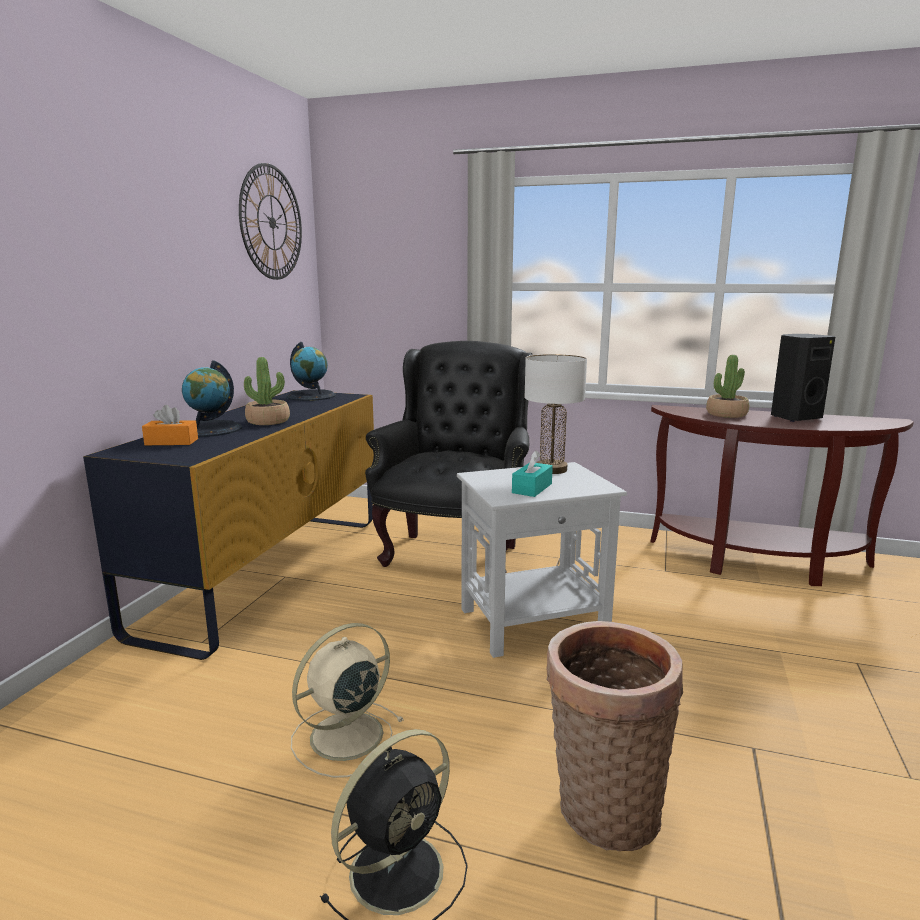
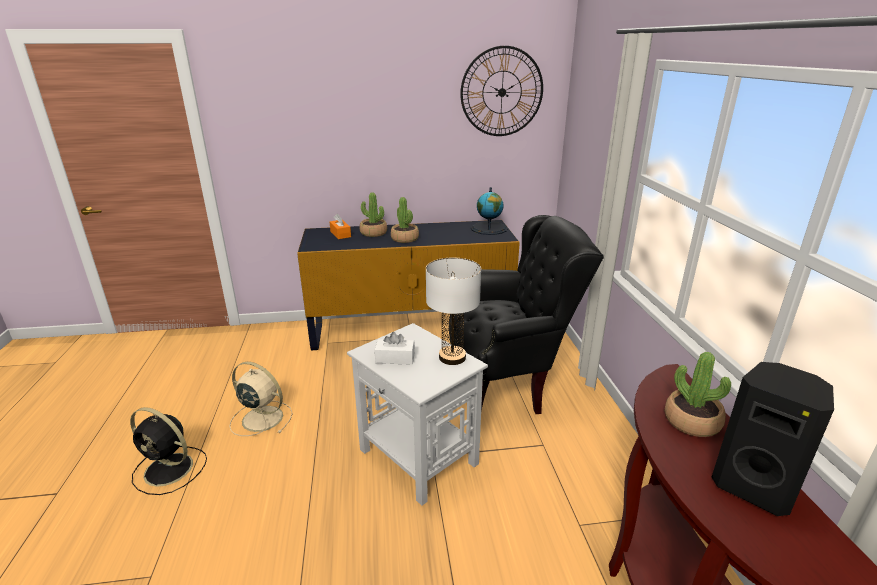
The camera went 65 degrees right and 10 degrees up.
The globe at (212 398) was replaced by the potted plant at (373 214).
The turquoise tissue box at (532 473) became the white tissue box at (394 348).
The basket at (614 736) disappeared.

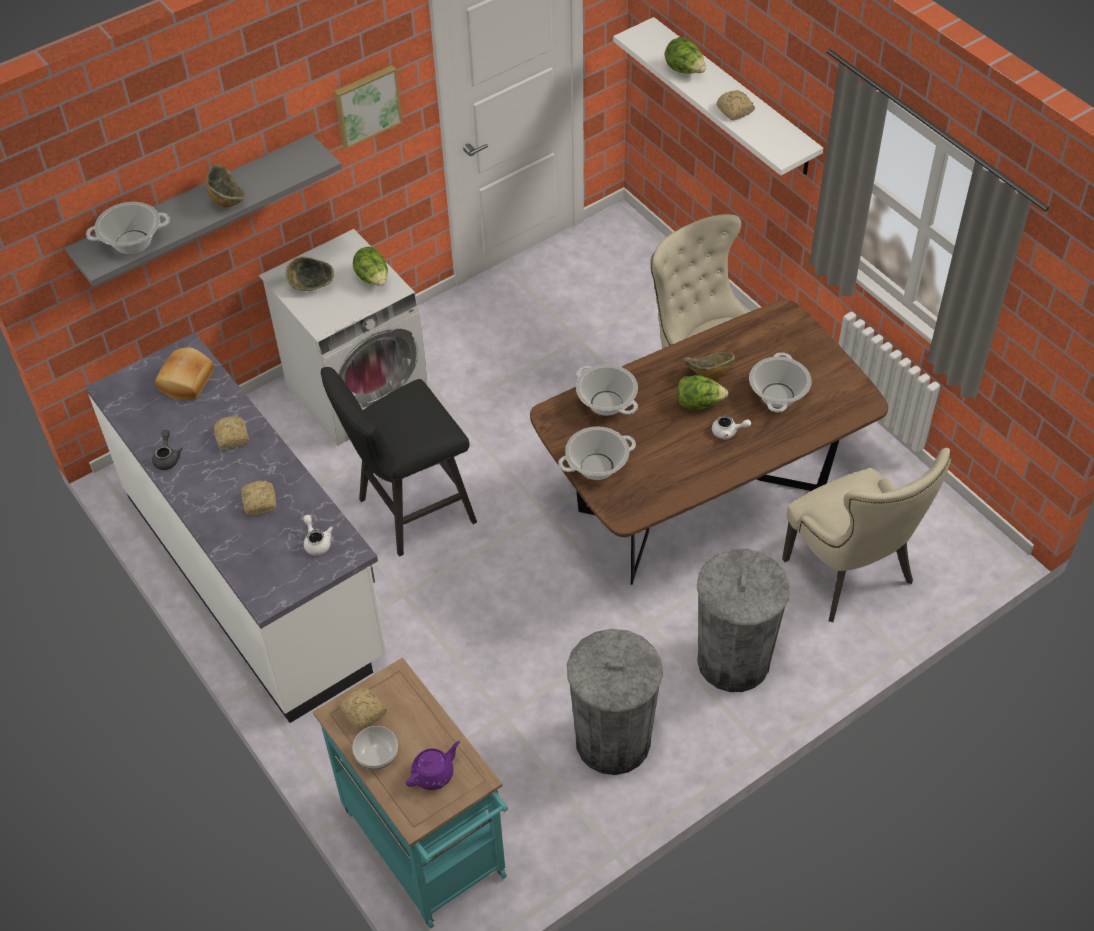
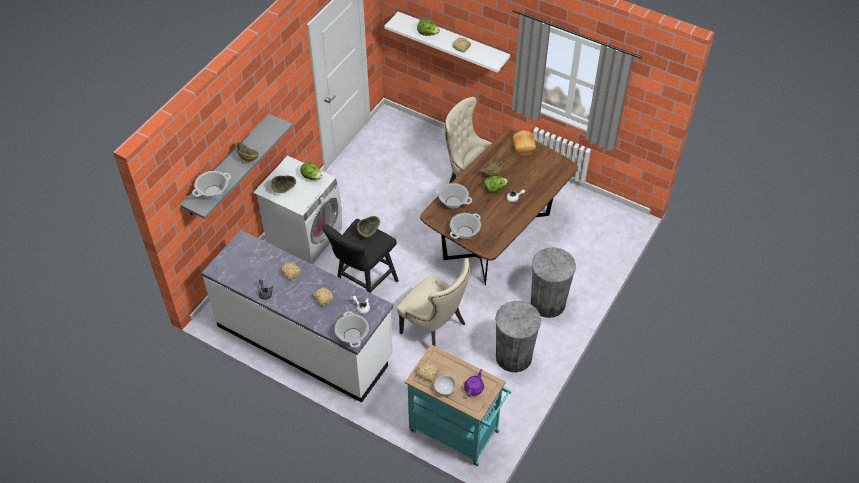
The camera went 25 degrees left and 0 degrees up.
The picture at (368 107) disappeared.
The bread moved from (184 374) to (524 143).
The cooking pot moved from (780 382) to (352 329).
The beige chair moved from (866 535) to (433 302).
The bowl at (368 226) appeared.

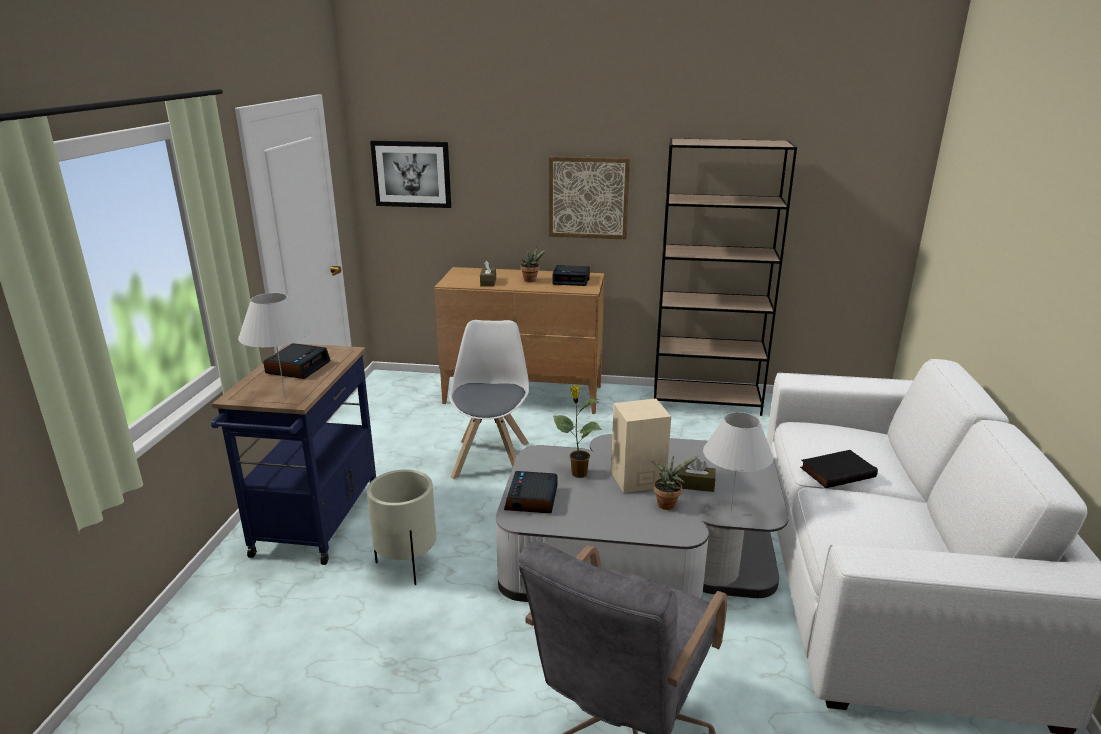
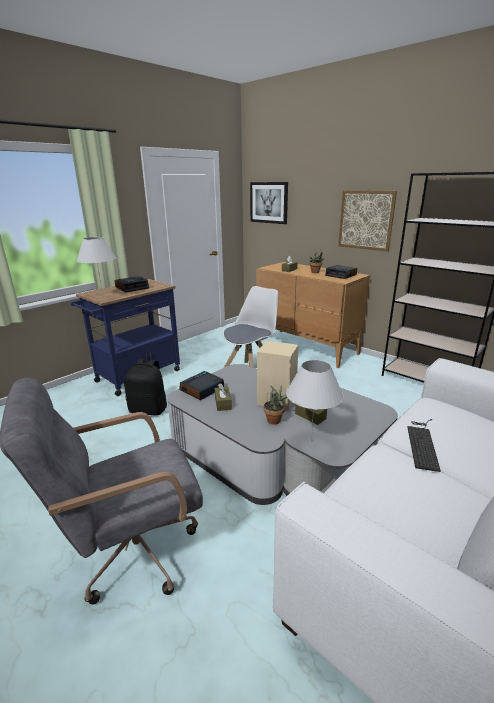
The camera went 35 degrees right and 0 degrees up.
The potted plant at (577 431) disappeared.
The black book at (839 469) was replaced by the keyboard at (424 445).
The beige planter at (402 527) was replaced by the black backpack at (145 387).
The brown tissue box at (223 397) appeared.

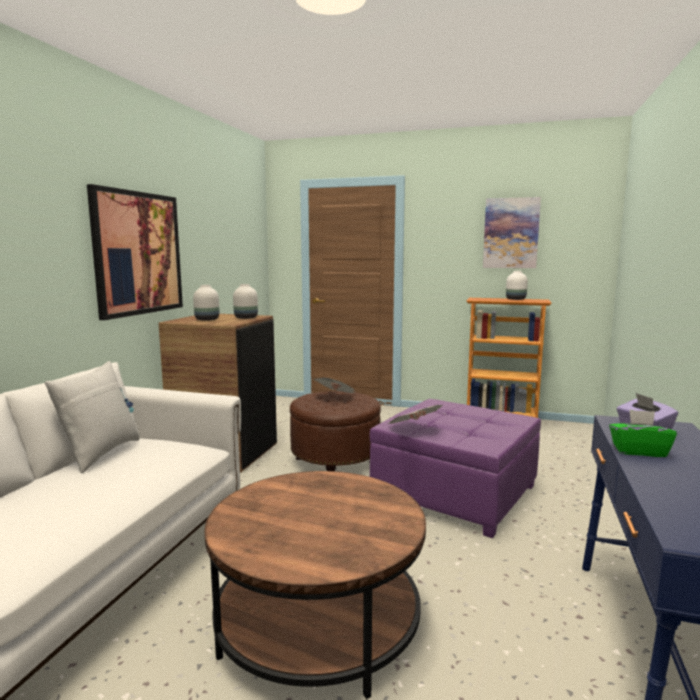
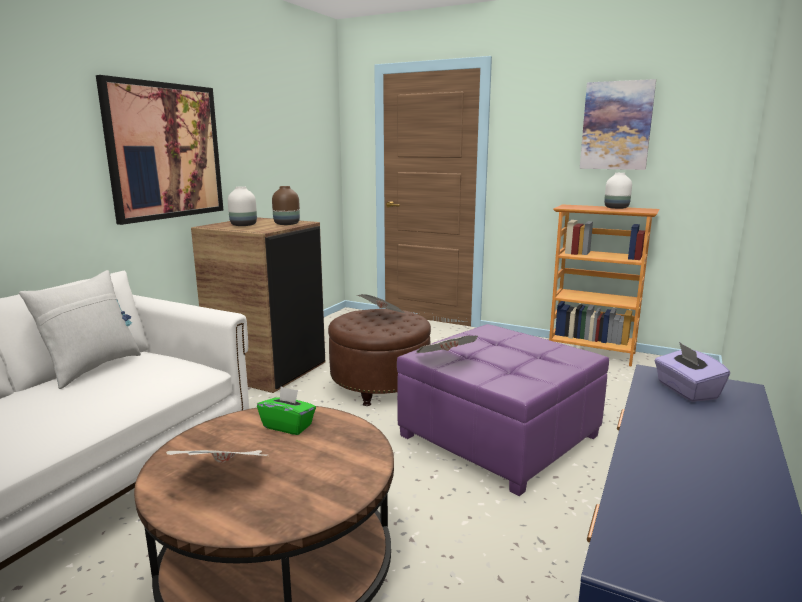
The camera went 10 degrees right and 5 degrees up.
The white vase at (245 301) became the brown vase at (286 205).
The green tissue box moved from (643 433) to (286 410).
The newspaper at (216 456) appeared.

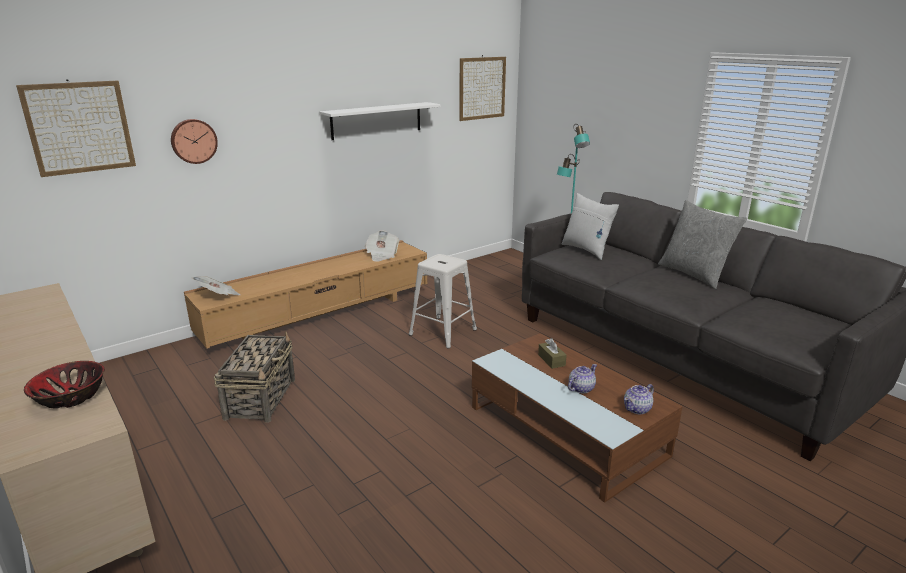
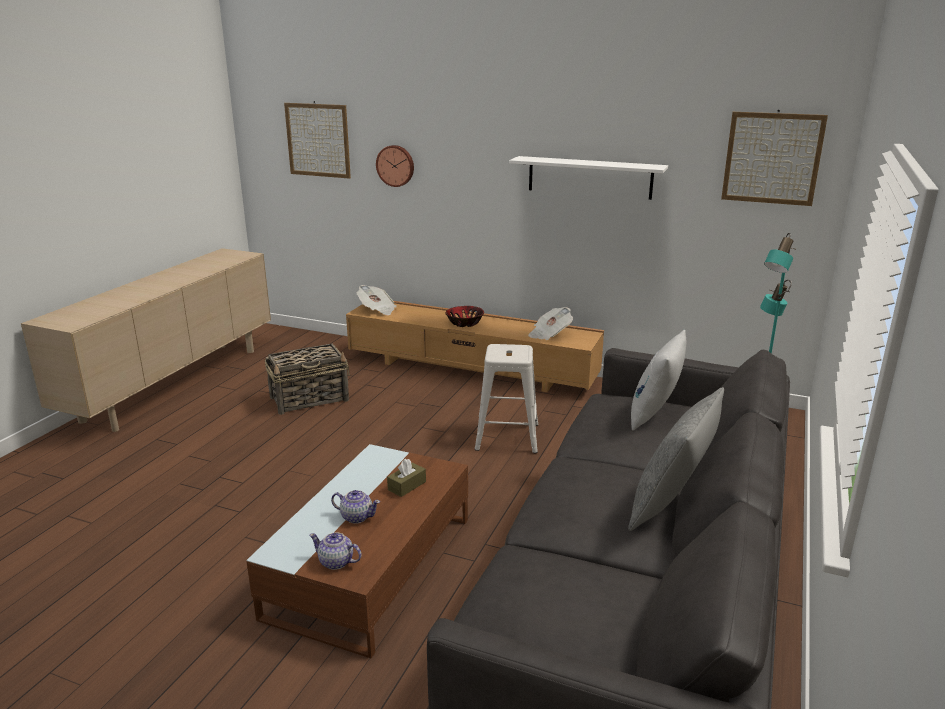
The camera went 60 degrees right and 0 degrees up.
The bowl moved from (64 385) to (464 316).

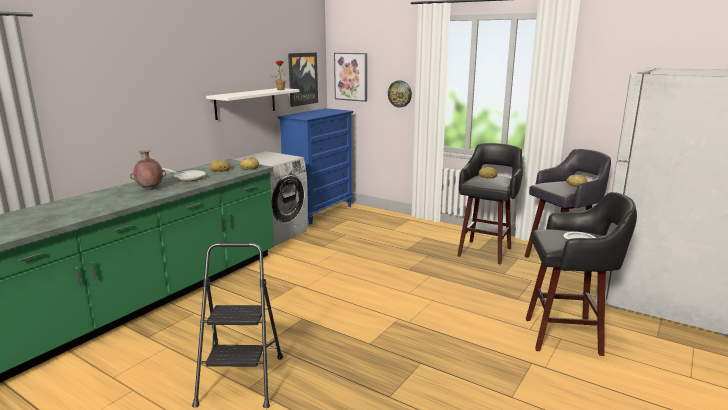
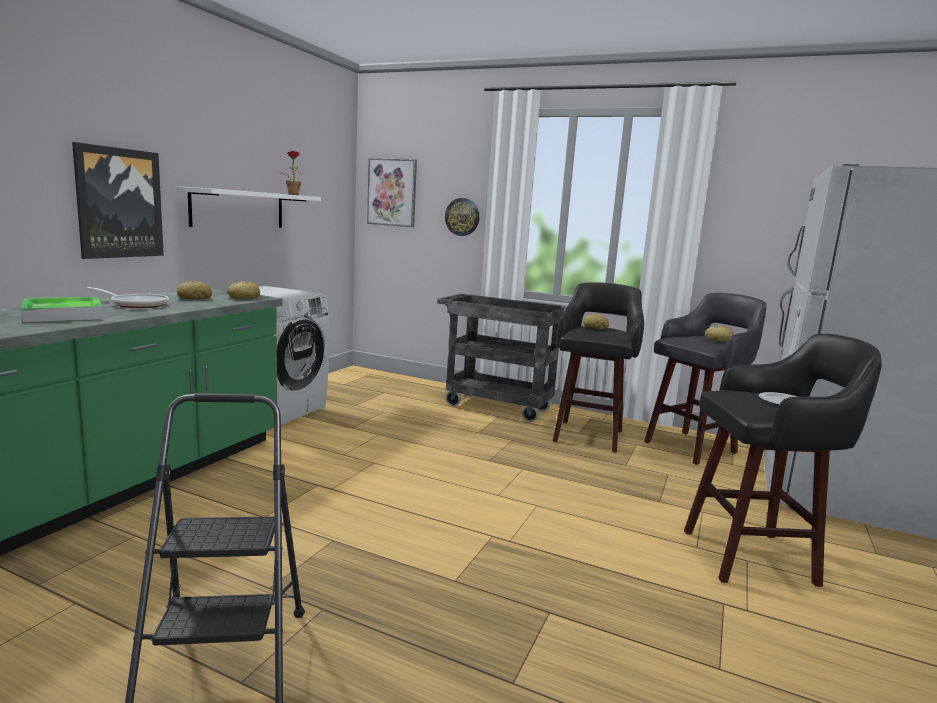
The camera went 10 degrees left and 5 degrees down.
The picture moved from (303 80) to (118 200).
The blue dresser at (315 166) disappeared.
The brown vase at (148 170) was replaced by the tray at (62 309).
The black cart at (501 358) appeared.

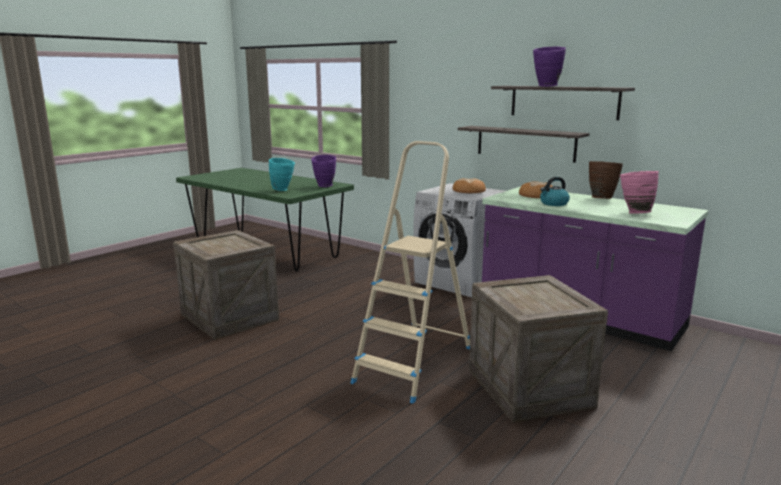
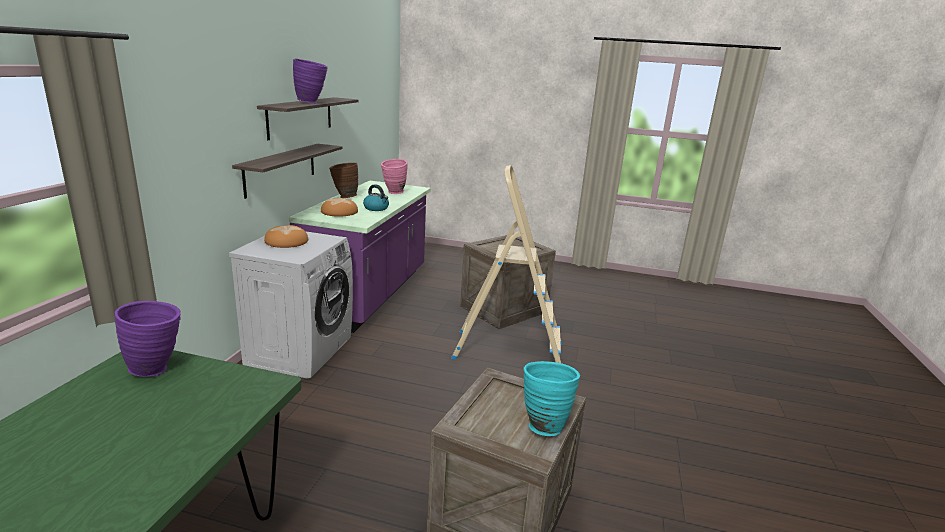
The camera went 115 degrees left and 5 degrees up.
The turquoise vase moved from (282 174) to (551 398).

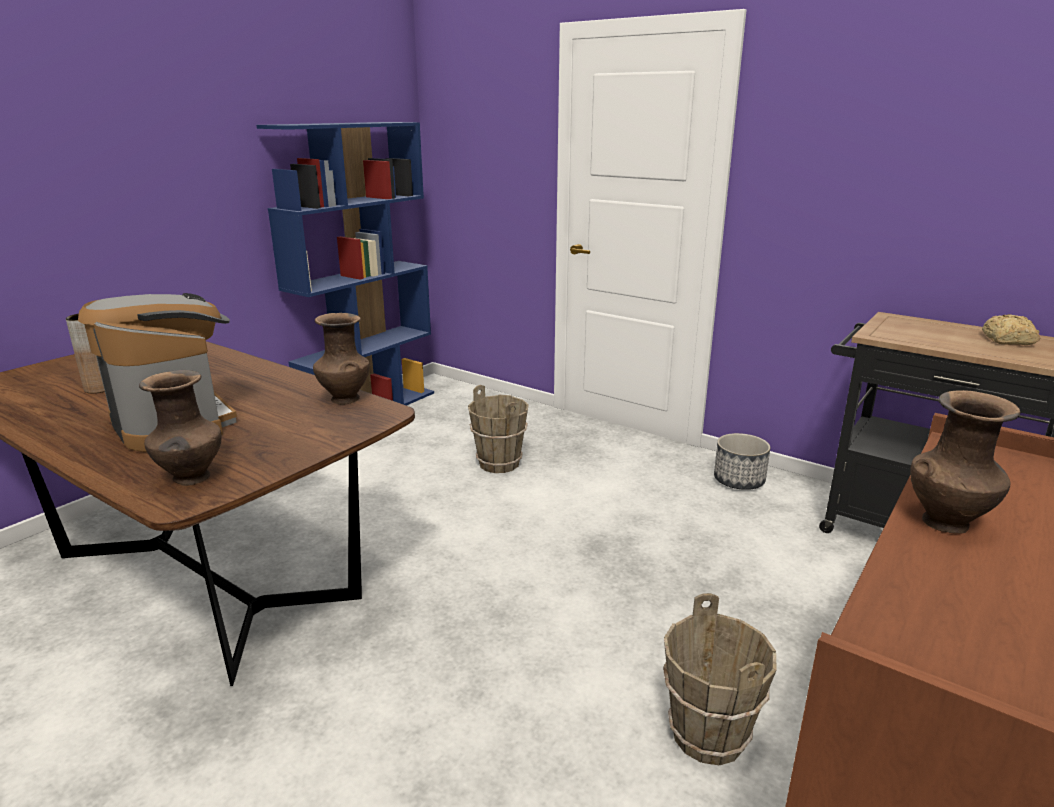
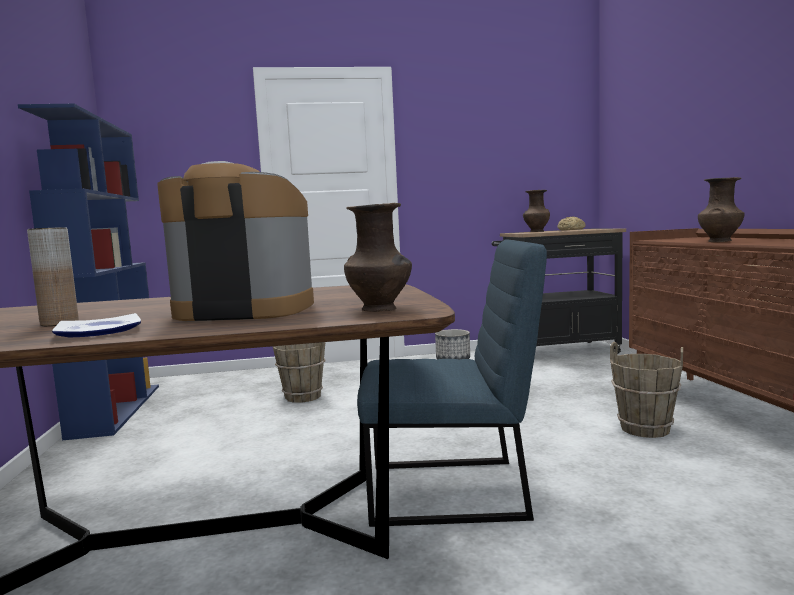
The camera went 45 degrees left and 15 degrees down.
The brown vase moved from (341 358) to (536 211).
The blue chair at (452 383) appeared.
The plate at (96 325) appeared.

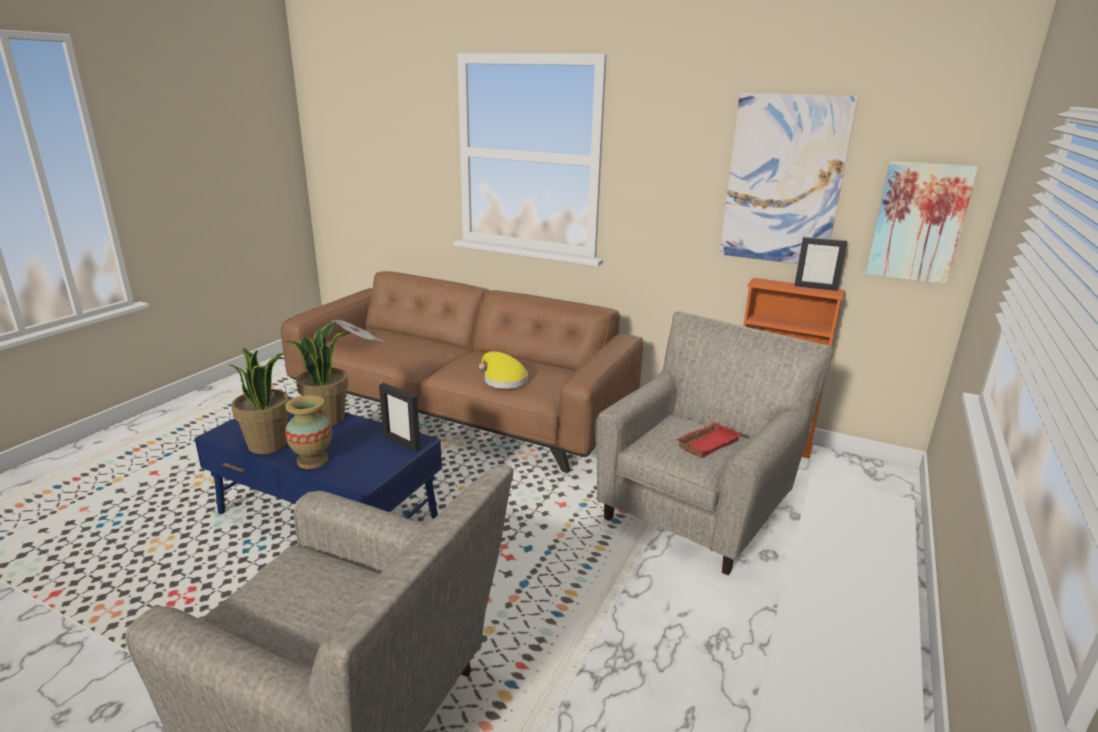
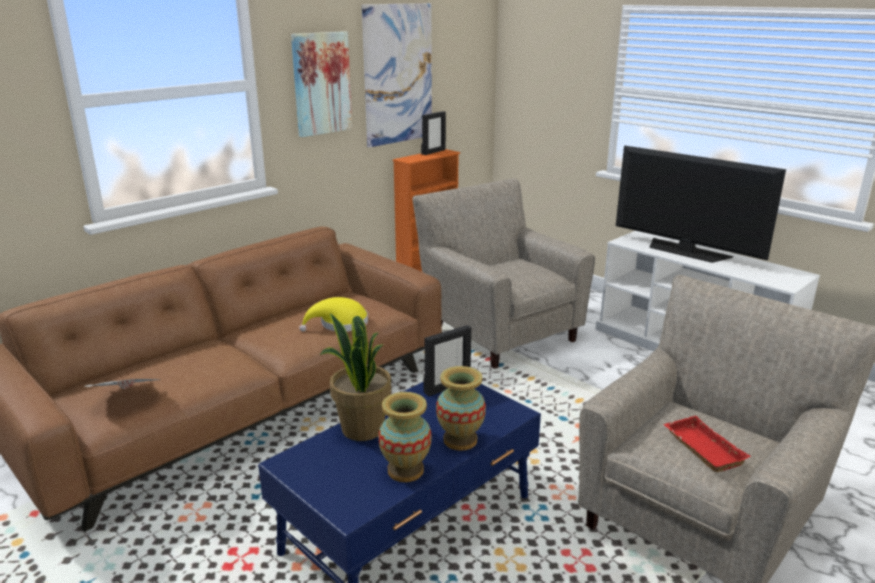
The camera went 70 degrees left and 0 degrees up.
The picture moved from (922 222) to (321 84).
The potted plant at (259 400) was replaced by the vase at (405 437).
The red tray moved from (708 440) to (707 444).
The television at (701 204) appeared.

